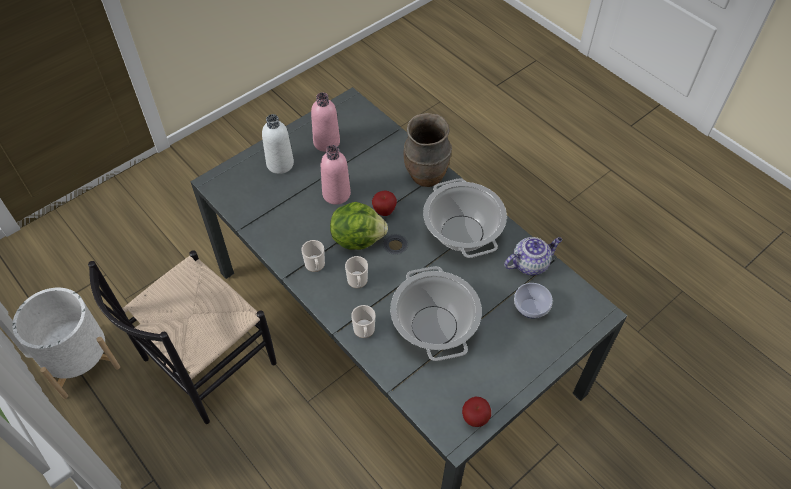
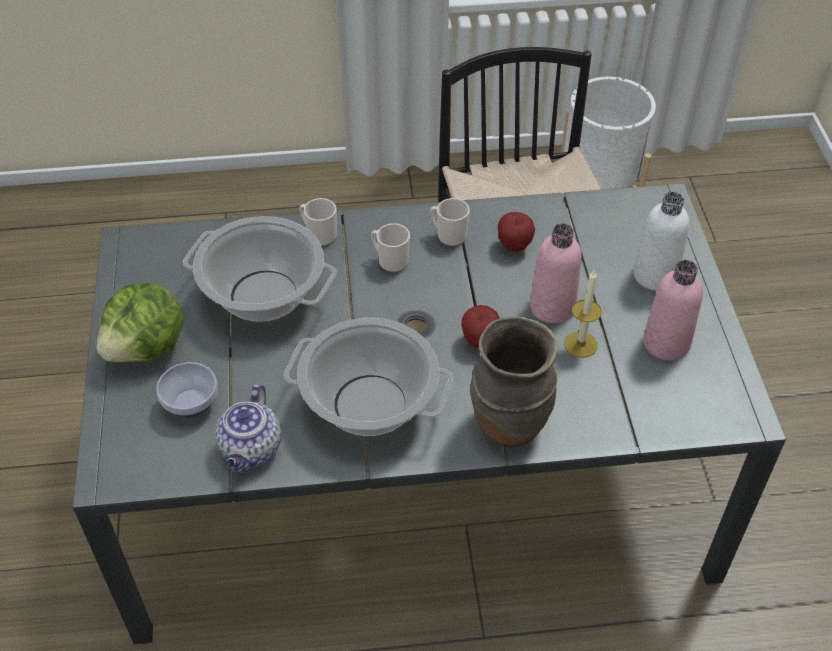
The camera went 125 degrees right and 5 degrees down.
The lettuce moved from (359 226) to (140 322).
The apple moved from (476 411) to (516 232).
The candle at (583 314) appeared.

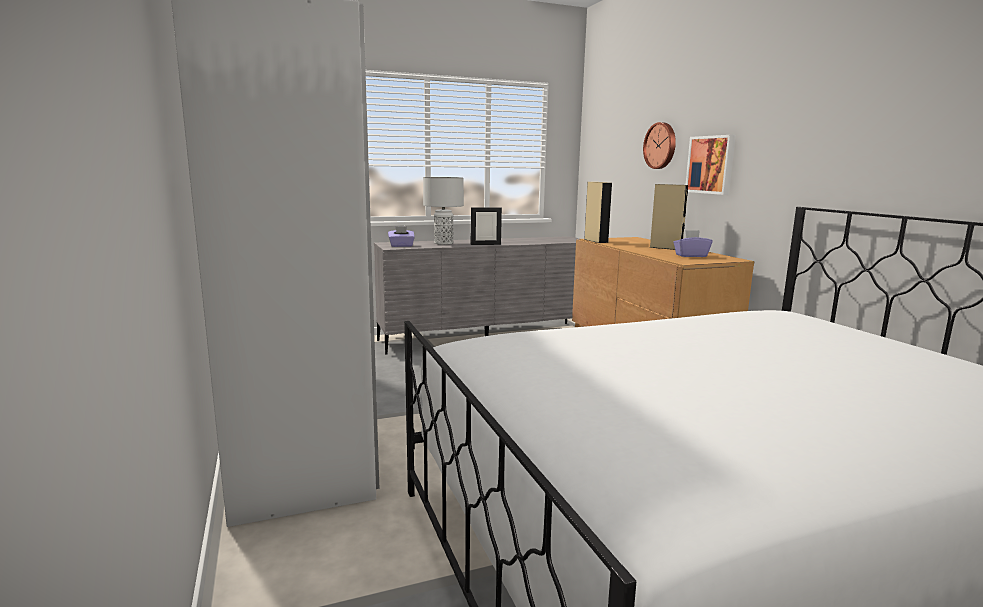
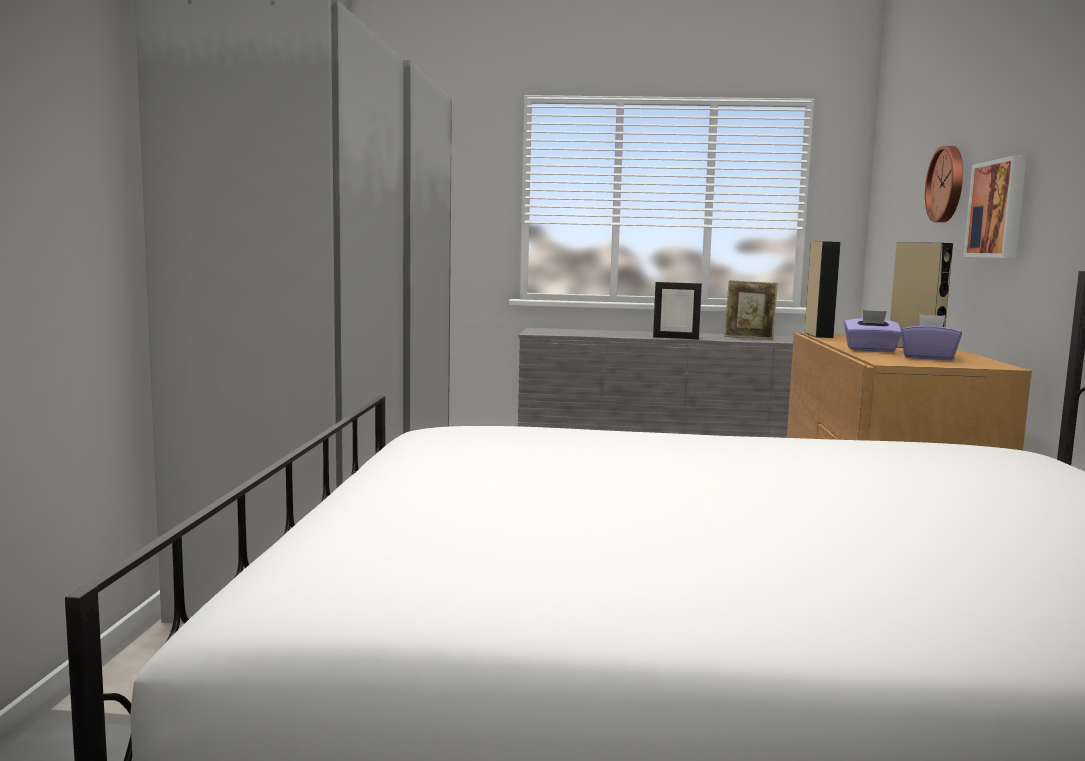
The camera went 25 degrees right and 5 degrees down.
The white table lamp at (443 211) disappeared.
The purple tissue box moved from (401 236) to (872 331).
The picture frame at (751 310) appeared.

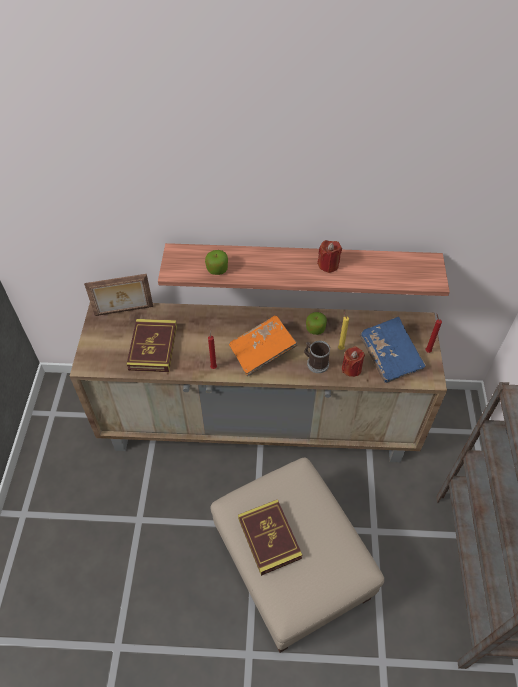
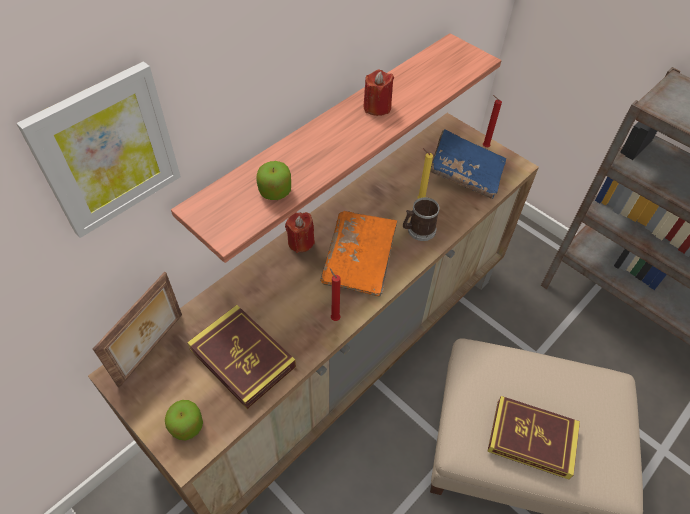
The camera went 50 degrees left and 0 degrees up.
The apple moved from (316 323) to (184 420).
The red candle moved from (353 361) to (300 232).
The picture at (99 149) appeared.

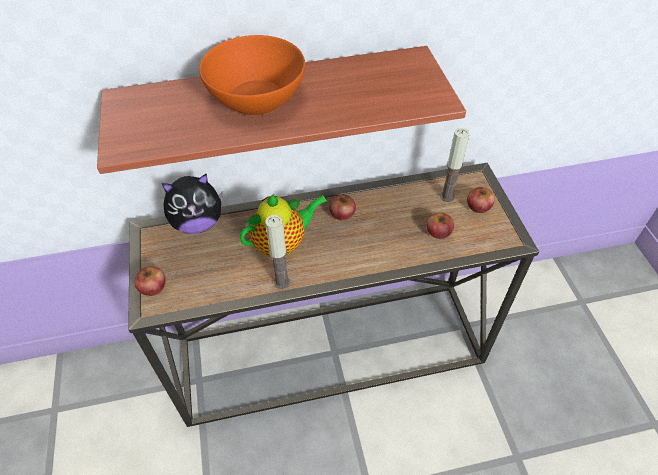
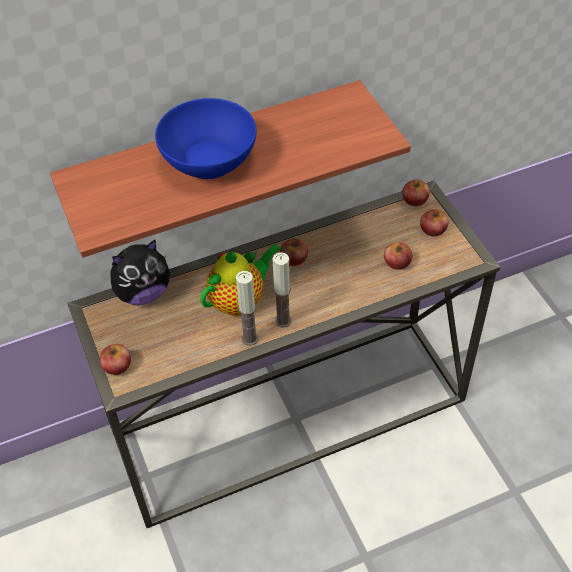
The camera went 10 degrees left and 0 degrees up.
The orange bowl at (252 75) became the blue bowl at (206 138).
The candle moved from (454 165) to (282 290).
The apple at (416 193) appeared.

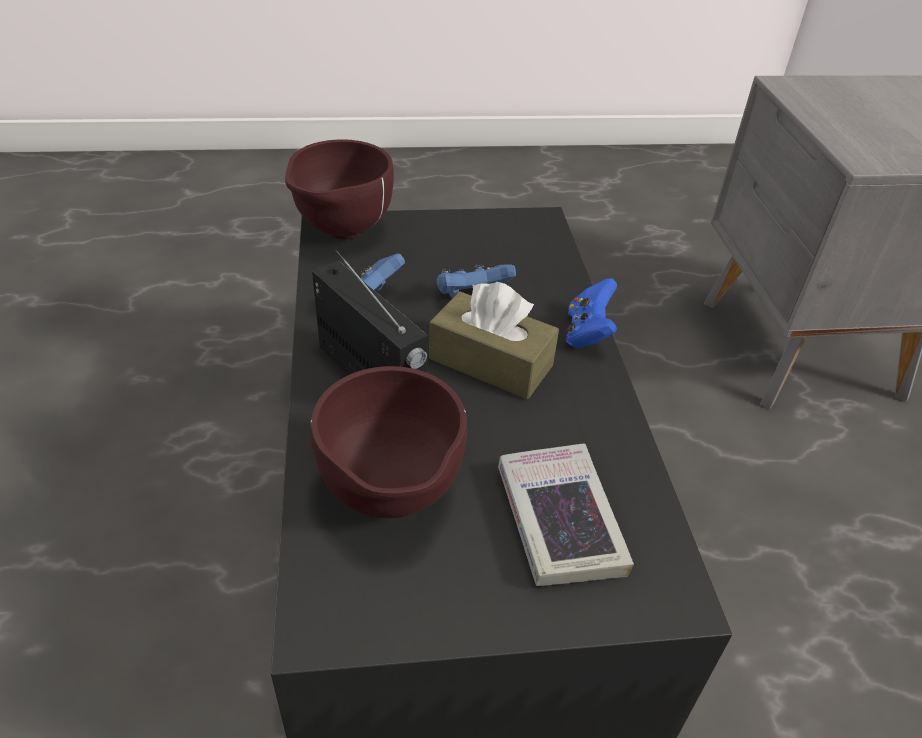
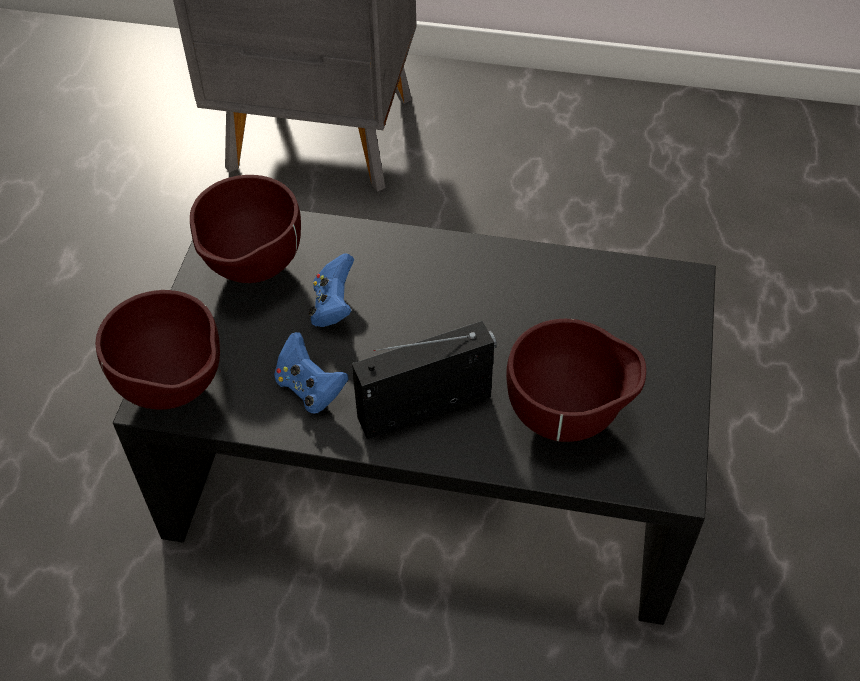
The camera went 70 degrees left and 10 degrees up.
The blue game controller at (591 313) disappeared.
The brown tissue box at (494 340) disappeared.
The book at (566 514) disappeared.
The brown bowl at (245 229) appeared.

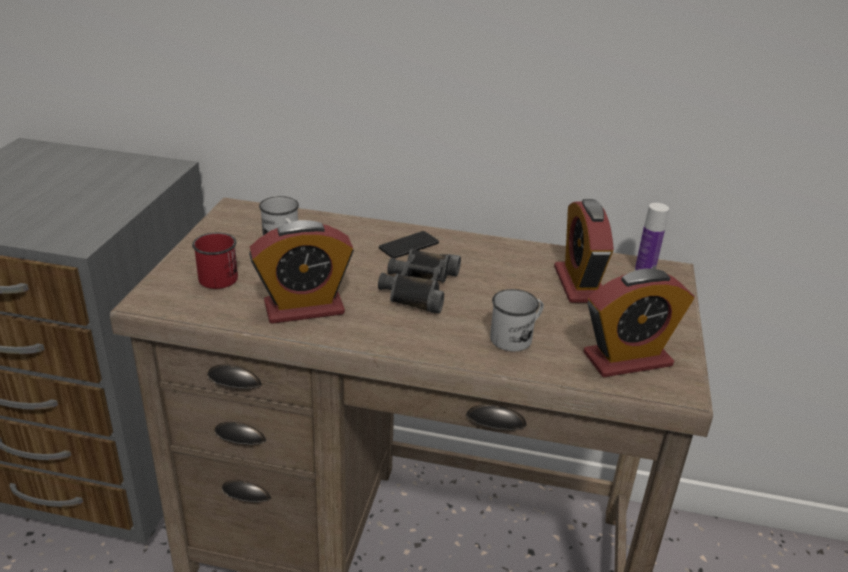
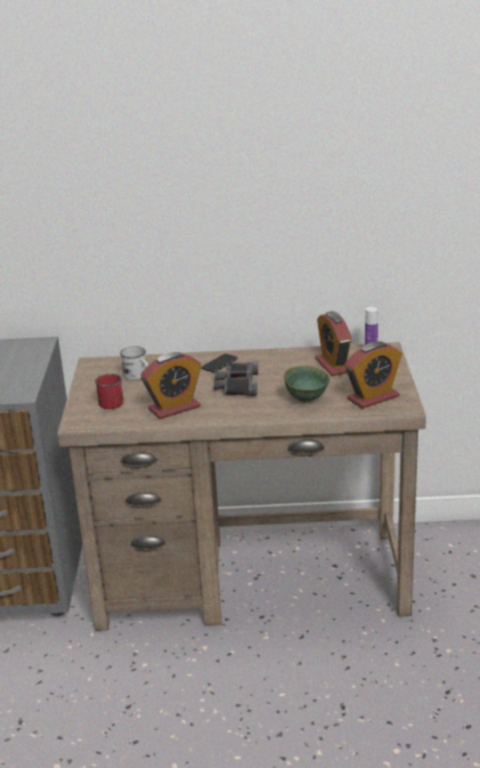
The camera went 10 degrees left and 5 degrees down.
The white mug at (517 320) was replaced by the green bowl at (306 384).

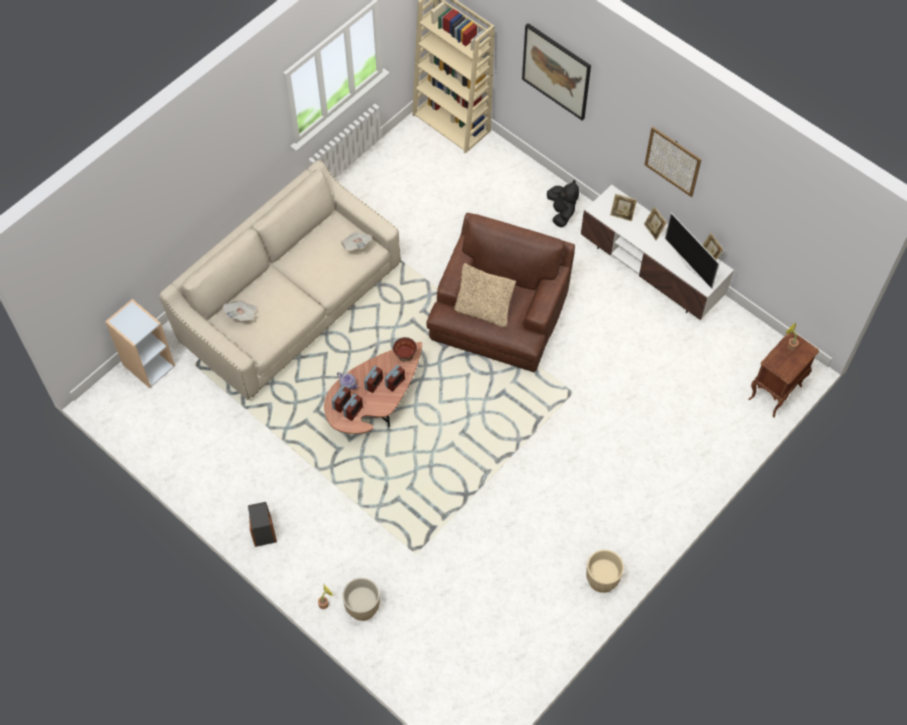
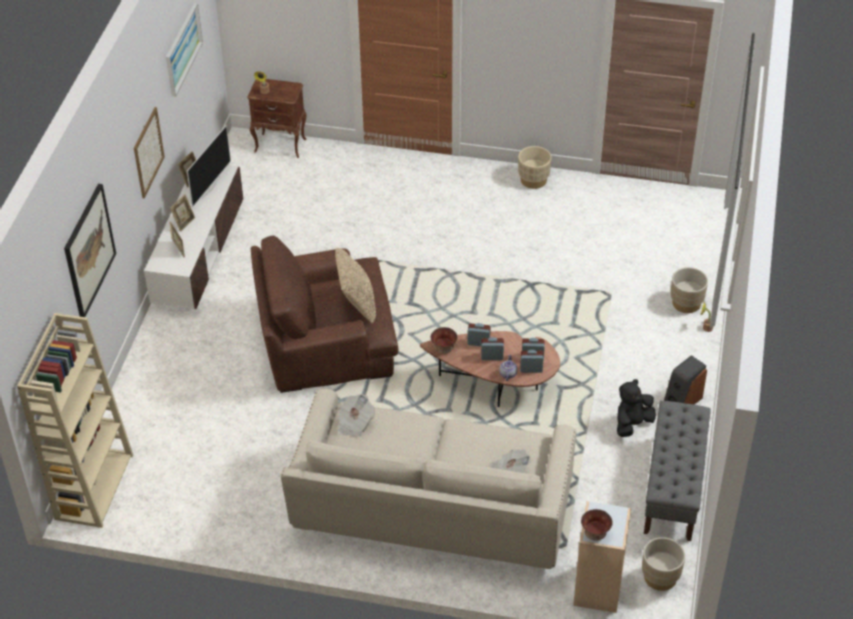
The camera went 120 degrees left and 15 degrees down.
The black plush toy moved from (563 203) to (636 408).
The picture at (184 50) appeared.
The grey bench at (677 471) appeared.
The bowl at (597 525) appeared.
The beige planter at (663 564) appeared.

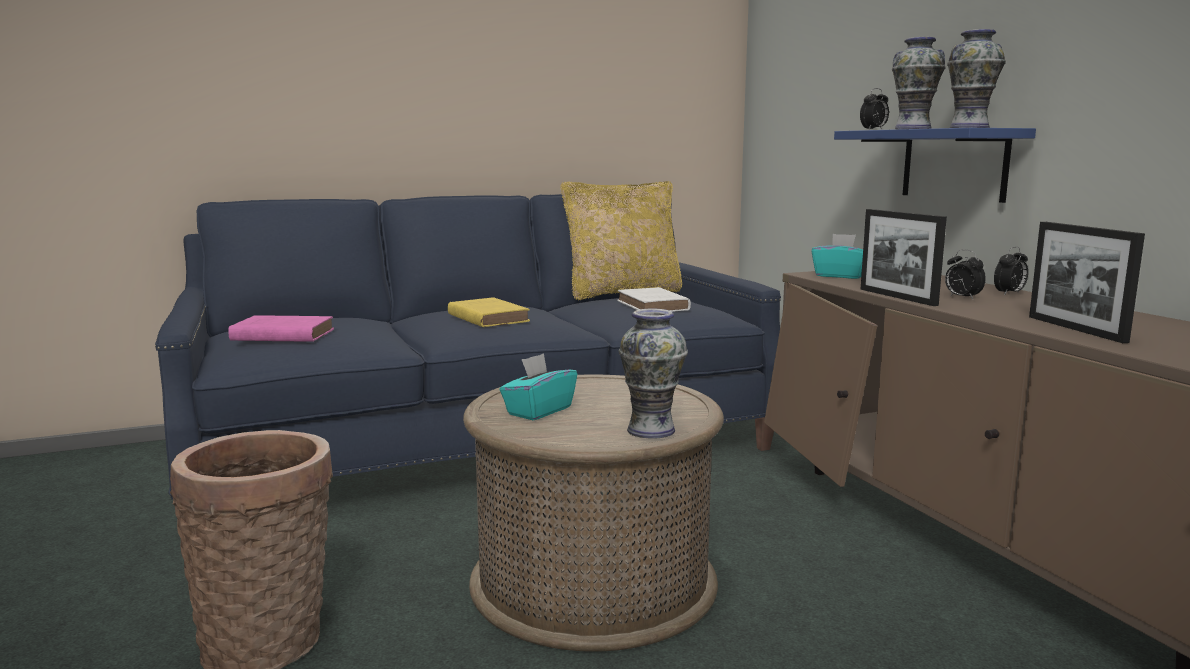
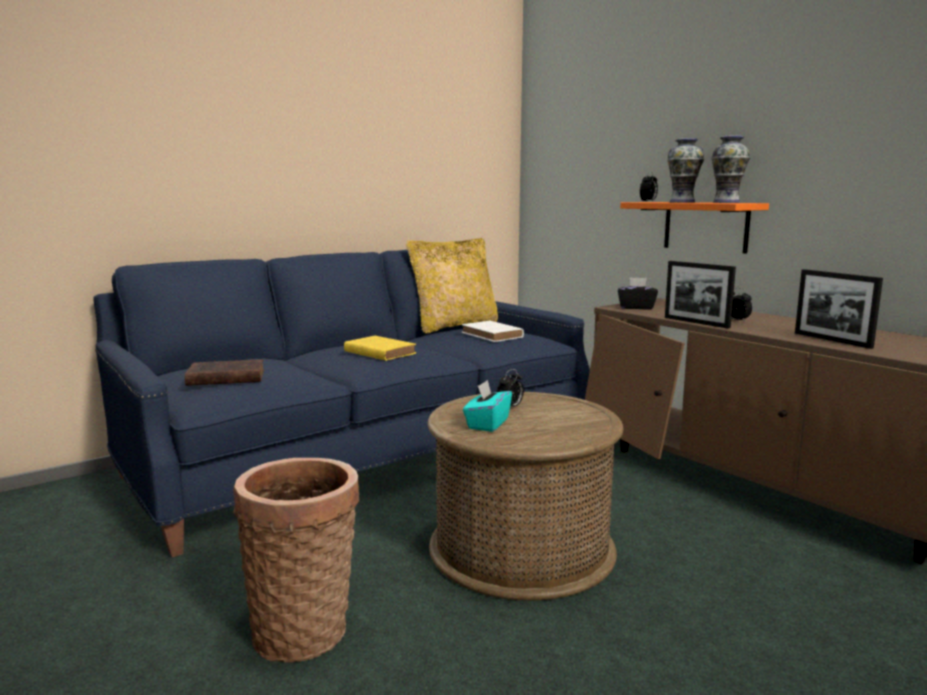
The camera went 15 degrees left and 0 degrees up.
The blue shelf at (935 165) became the orange shelf at (694 228).
The turquoise tissue box at (837 256) became the black tissue box at (638 293).
The alarm clock moved from (1011 271) to (510 387).
The vase at (653 373) disappeared.
The pink book at (281 328) became the brown book at (224 372).

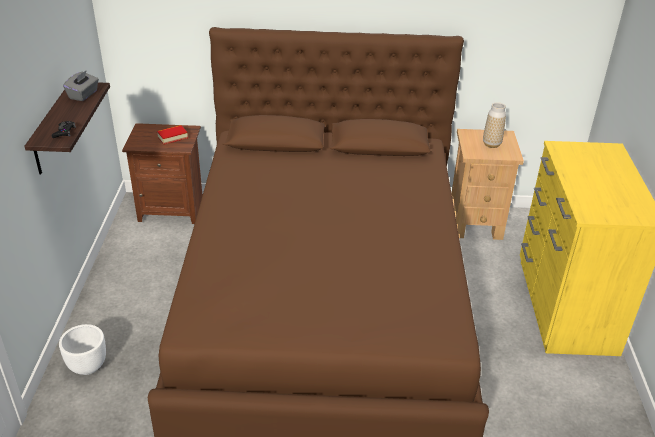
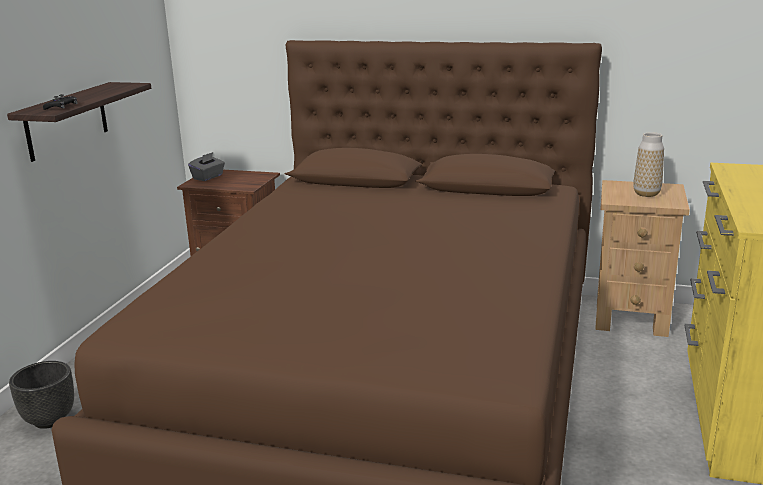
The camera went 15 degrees right and 15 degrees down.
The grey tissue box moved from (81 85) to (206 166).
The book at (172 134) disappeared.
The white planter at (82 349) became the black planter at (41 395).

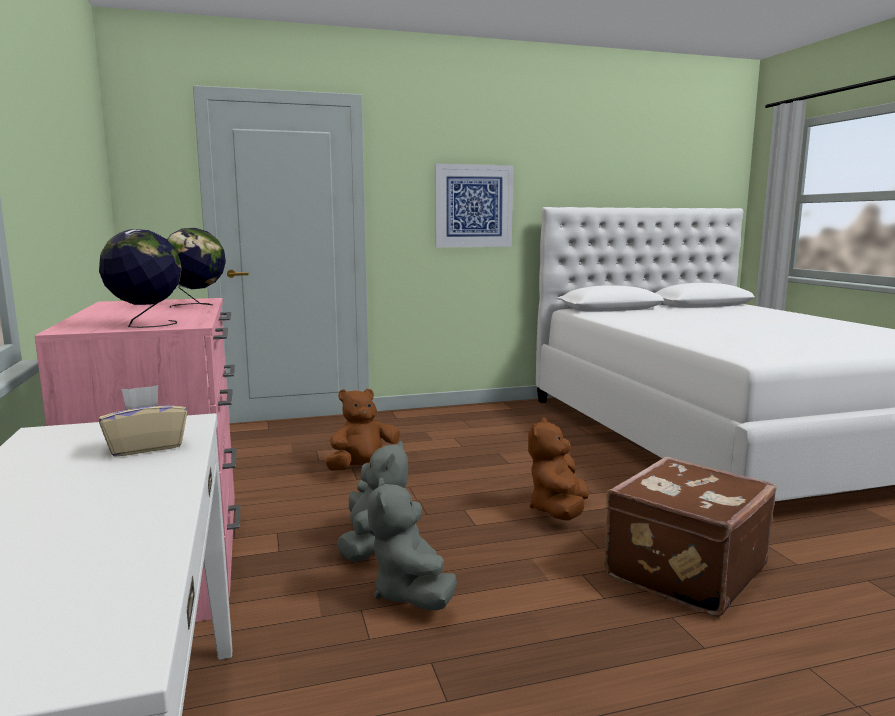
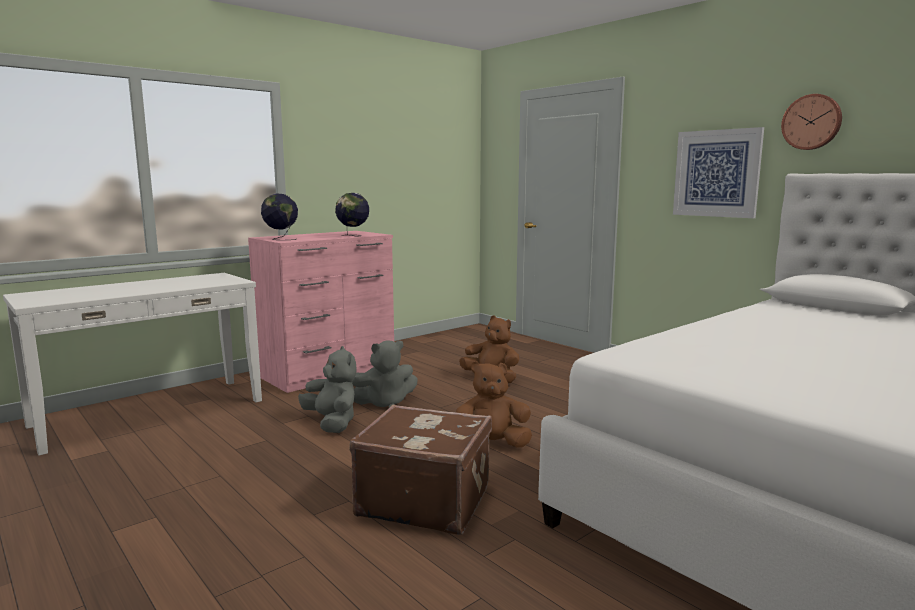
The camera went 65 degrees right and 0 degrees up.
The beige tissue box at (143 421) disappeared.
The grey plush toy at (412 544) turned 90 degrees clockwise.
The wall clock at (811 122) appeared.

